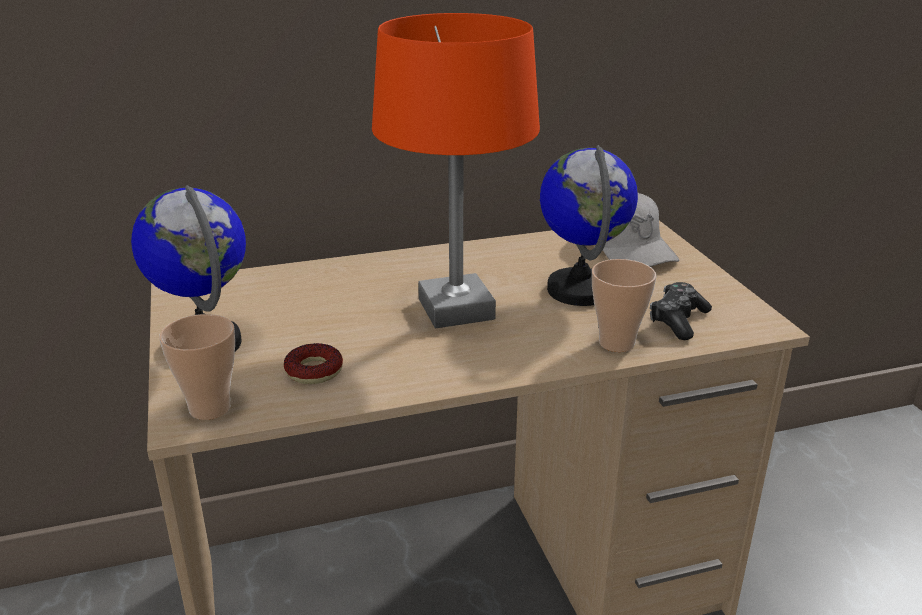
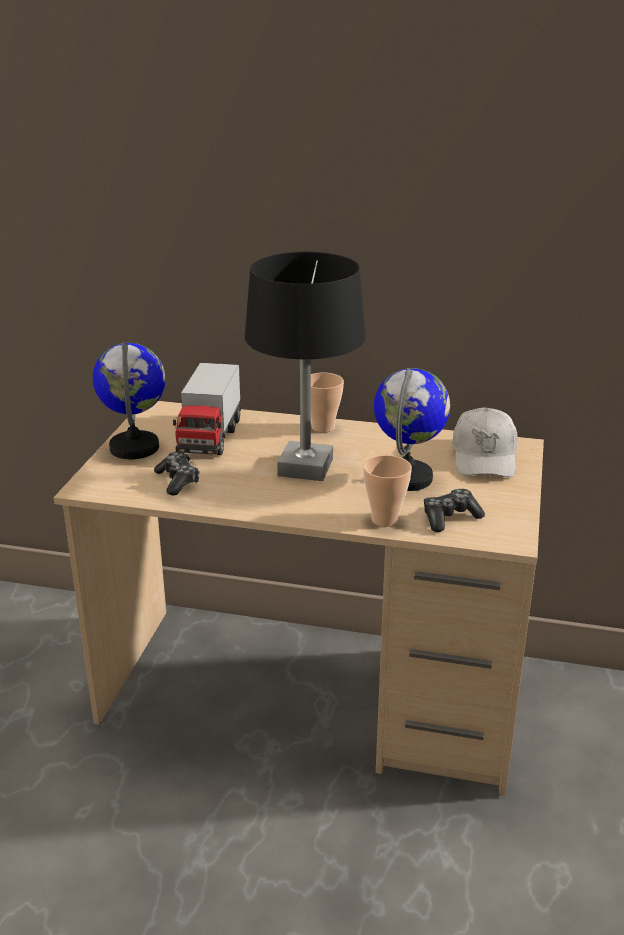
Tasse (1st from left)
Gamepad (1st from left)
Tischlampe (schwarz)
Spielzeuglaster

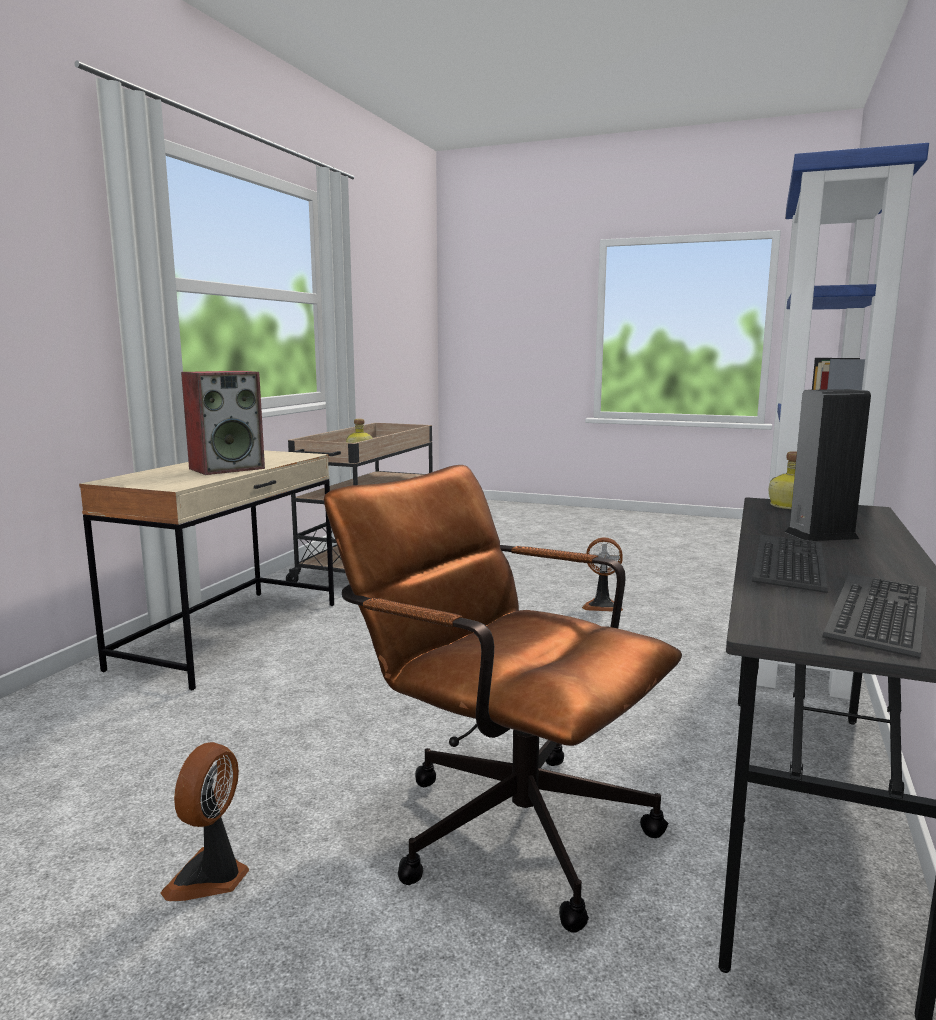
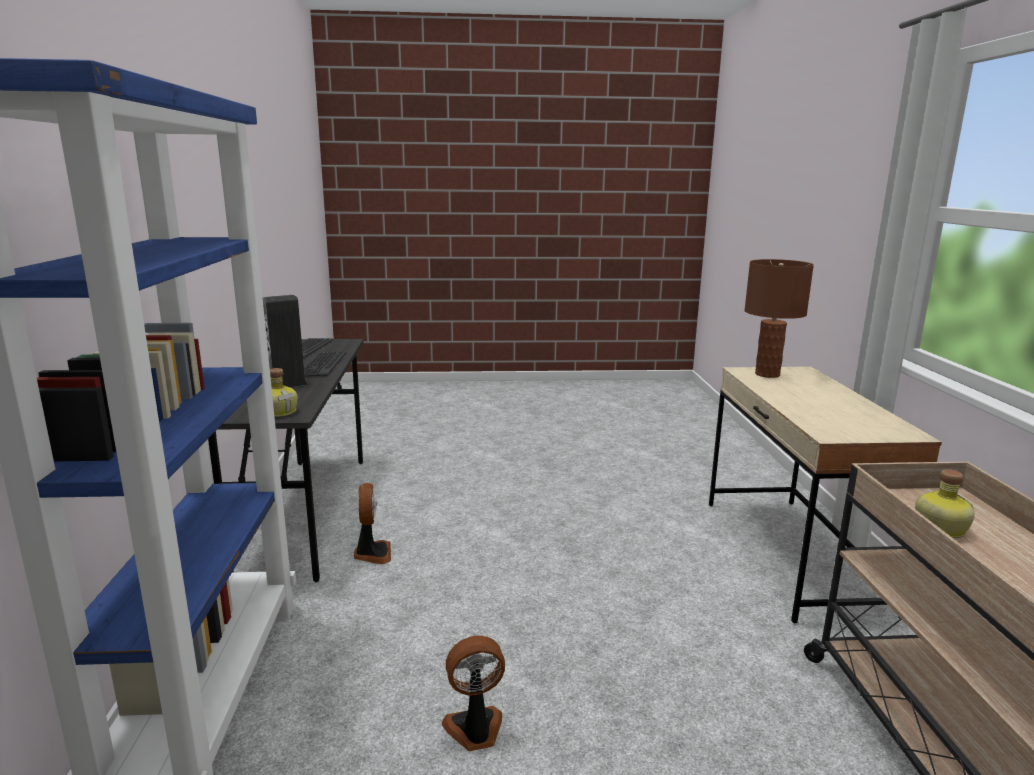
Ventilator (1st from left)
Lautsprecher (1st from left in the first image)
Bürostuhl (braun)
Tischlampe (braun)

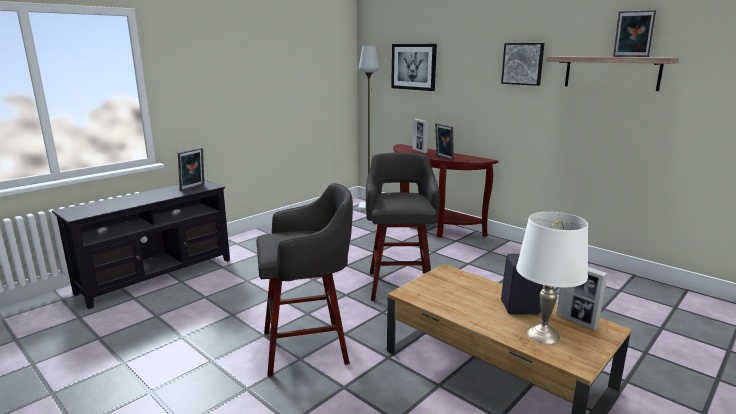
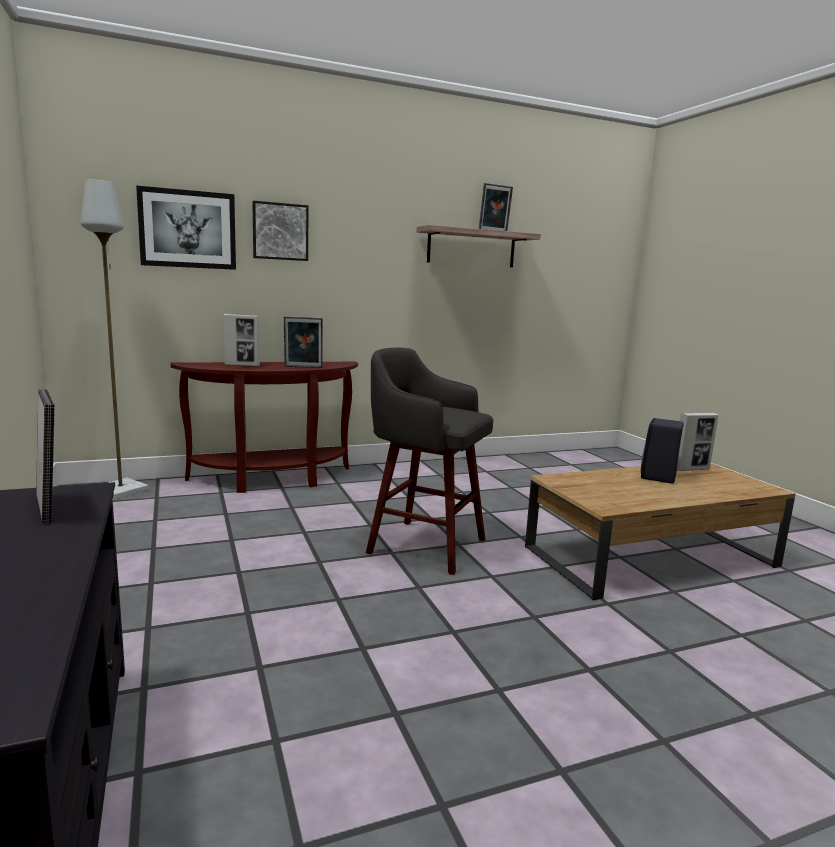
Hocker (grau) (1st from left in the first image)
Bild (2nd from left)
Tischlampe (weiß)

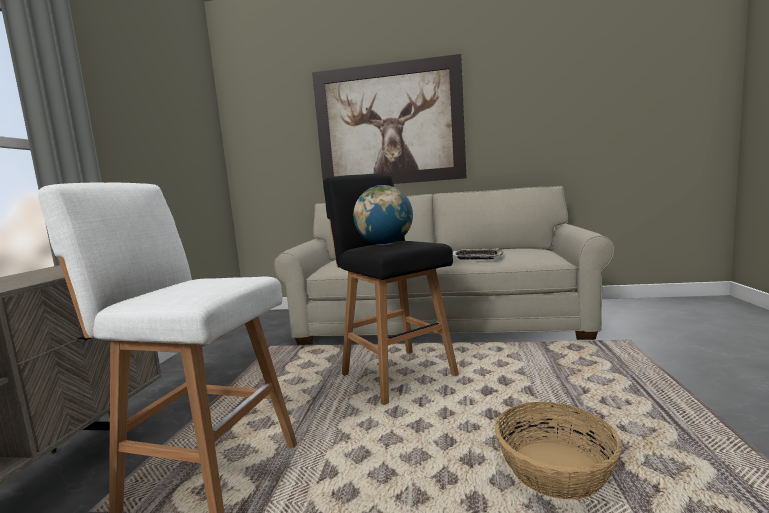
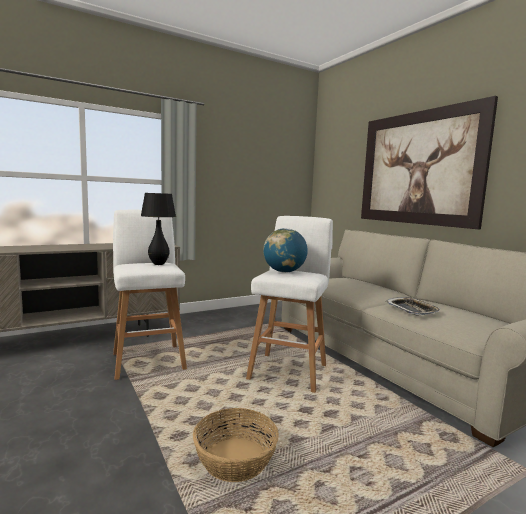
Hocker (weiß) (2nd from left)
Tischlampe (schwarz)

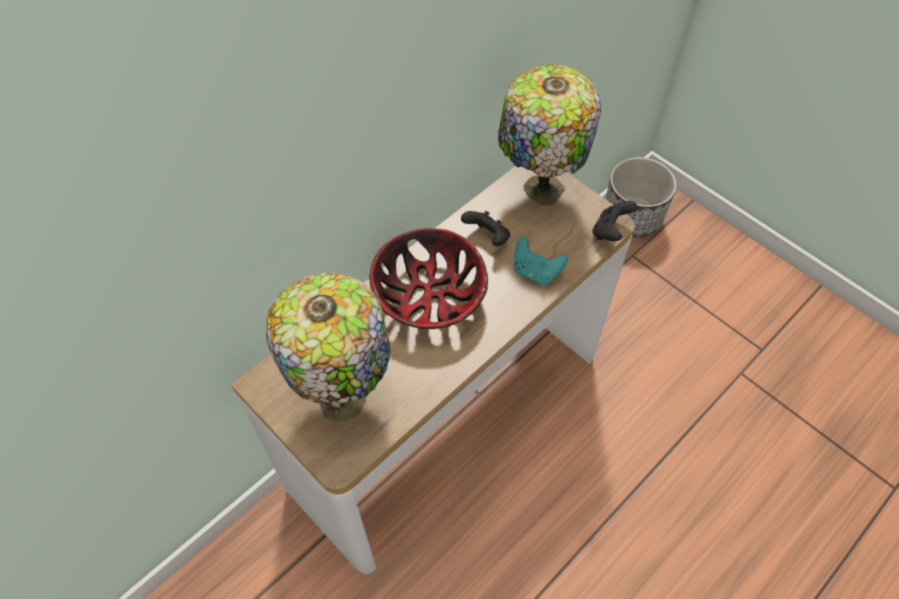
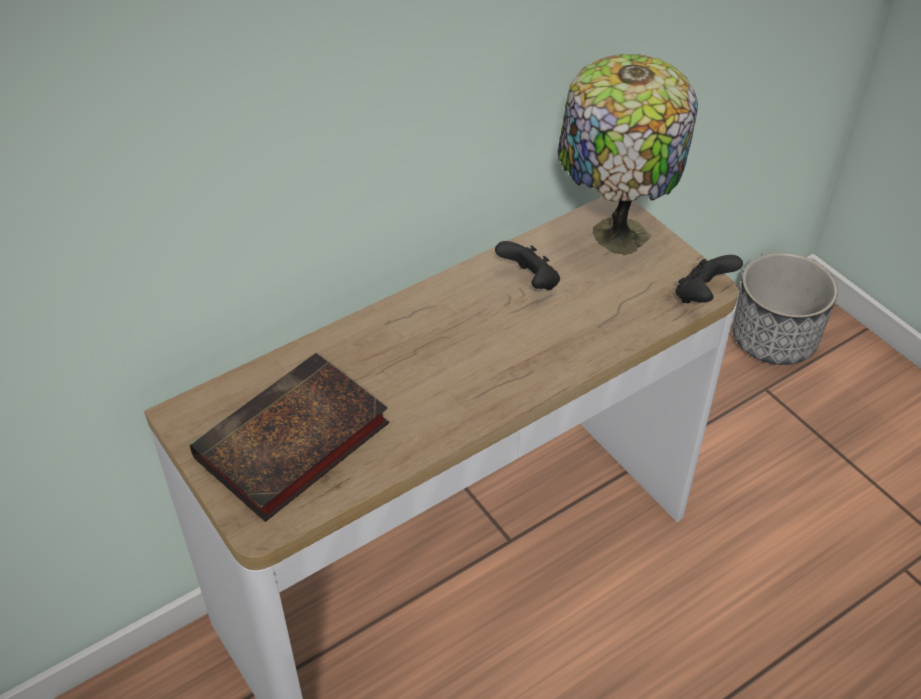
Buch
Schüssel
Gamepad (türkis)

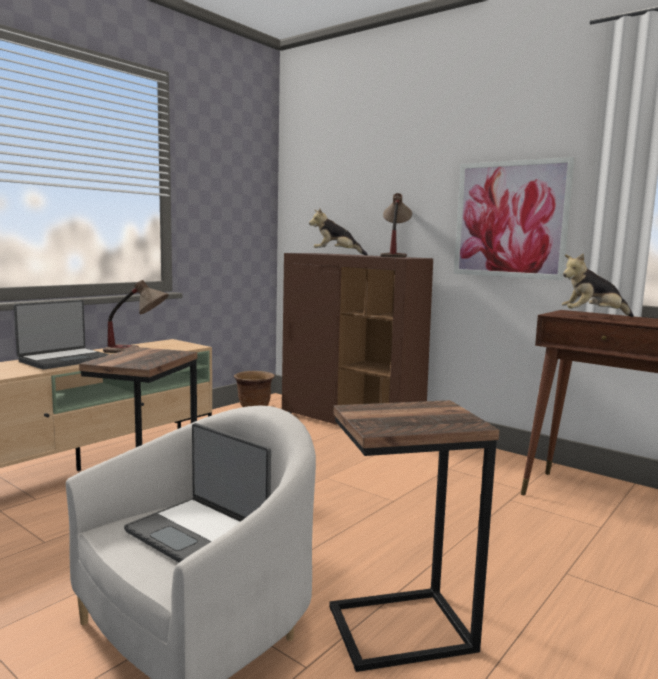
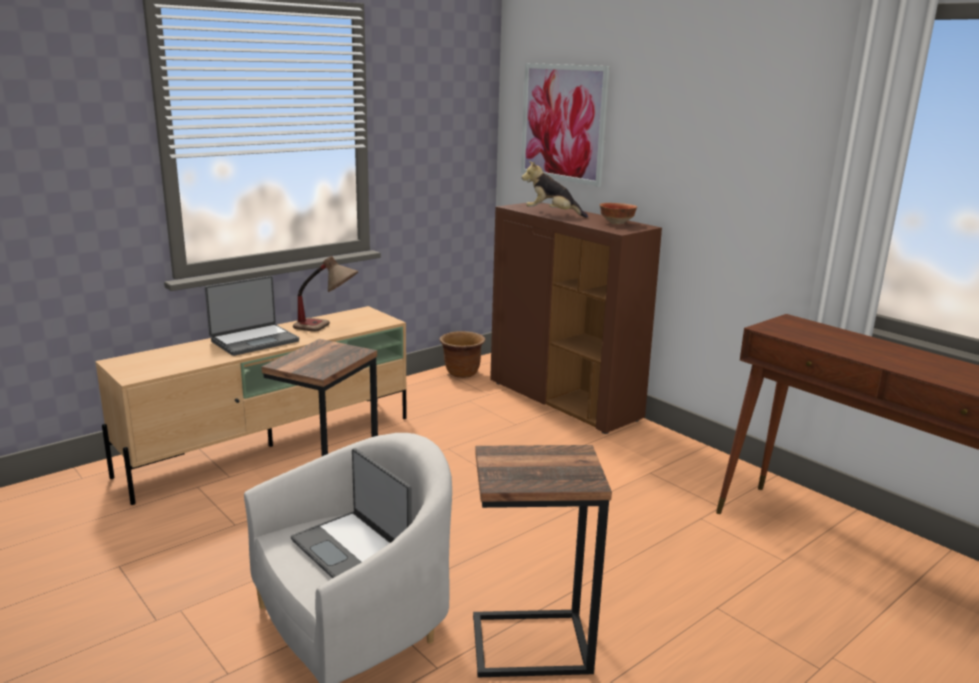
Schüssel
Bild
Plüschtier (2nd from left in the first image)

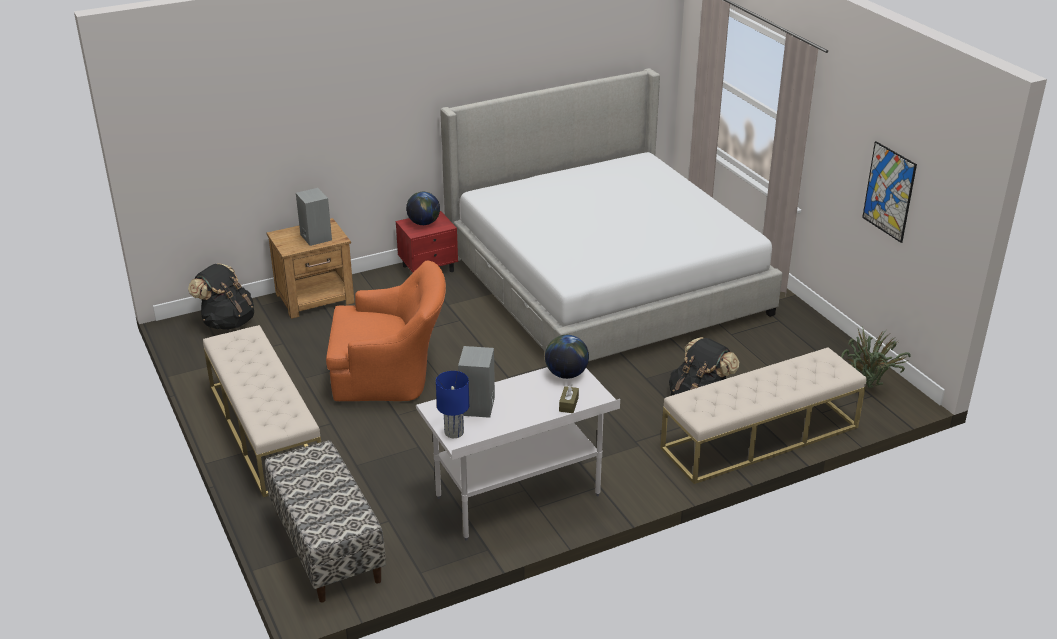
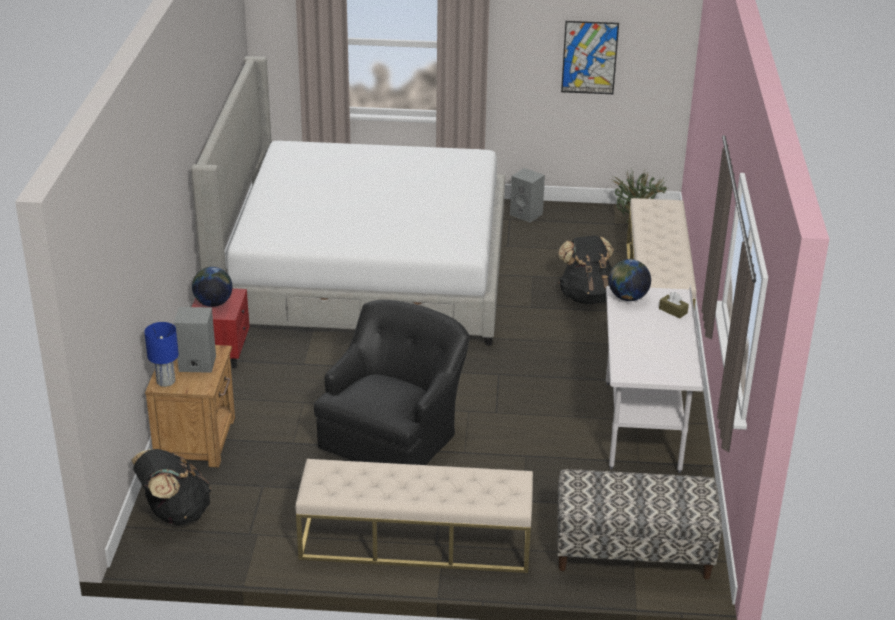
Sessel (schwarz)
Tischlampe (blau)
Lautsprecher (grau) (2nd from left)

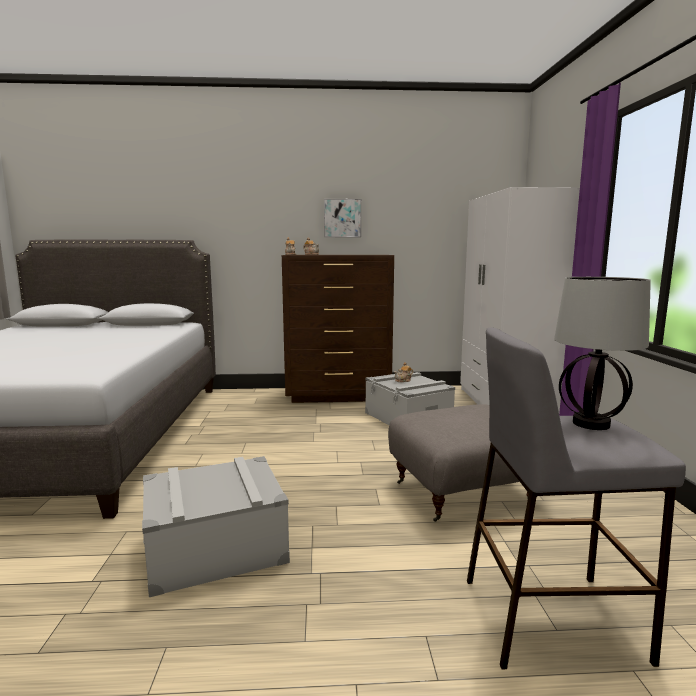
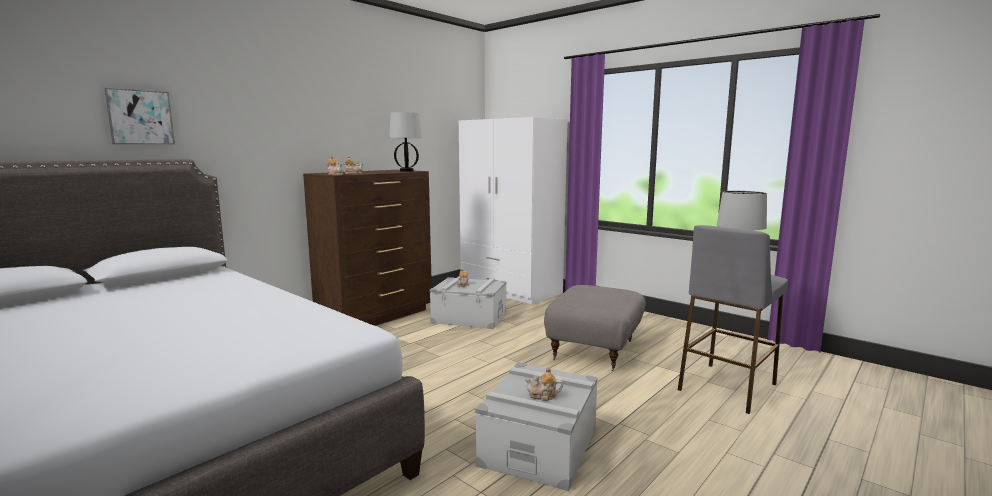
Bild
Tischlampe (1st from left)
Teekanne (4th from left)

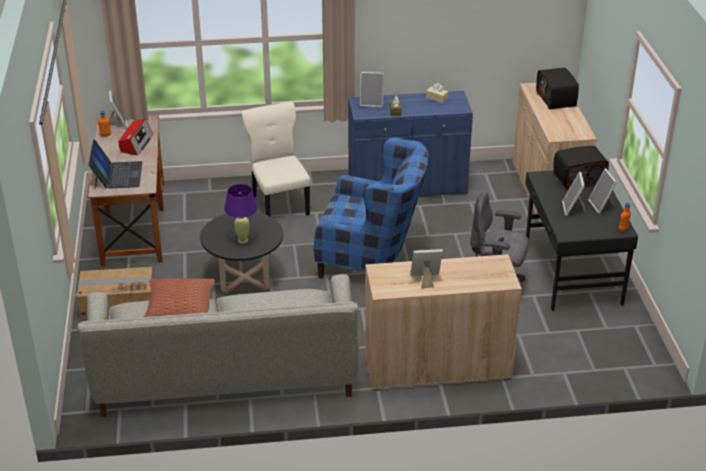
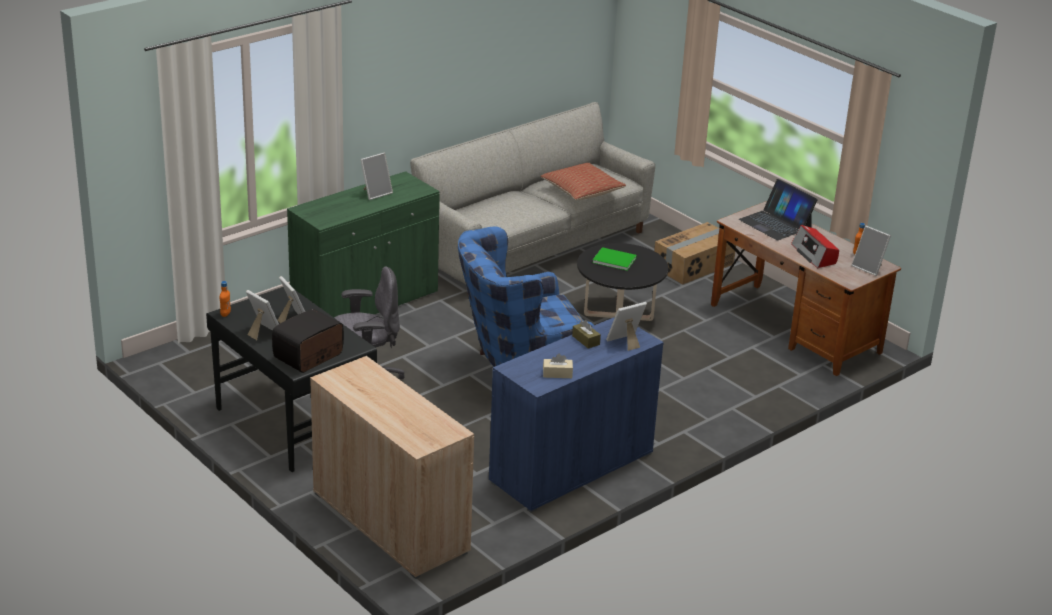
Buch (grün)
Stuhl (beige)
Schrank (grün)
Radio (2nd from left in the first image)

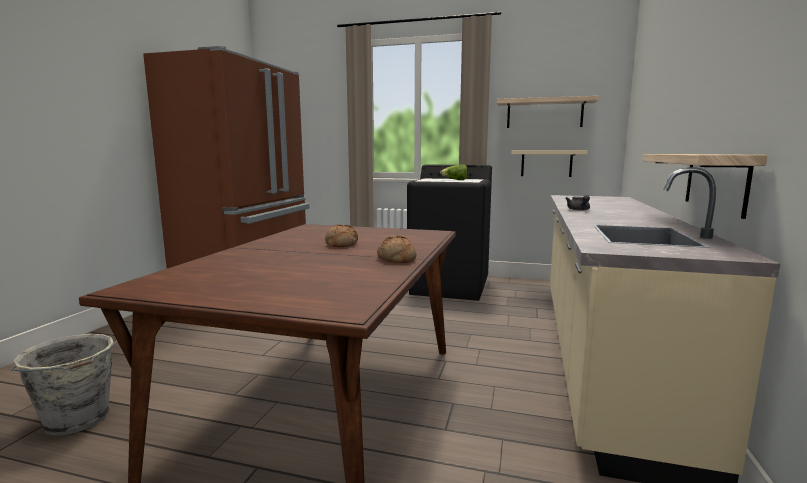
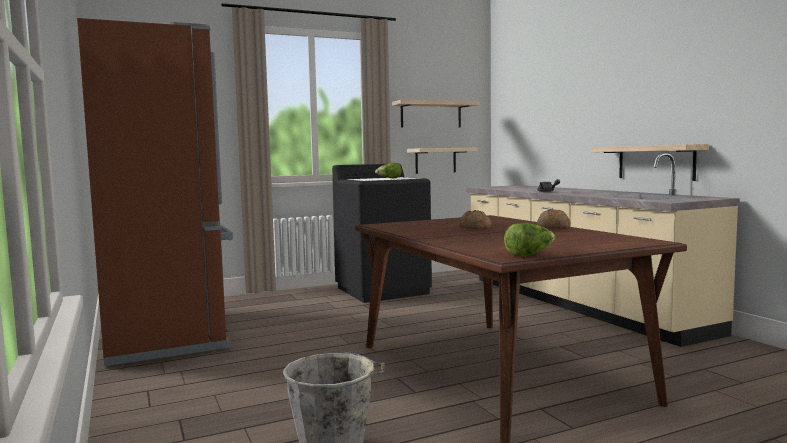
Salatkopf (2nd from left)

